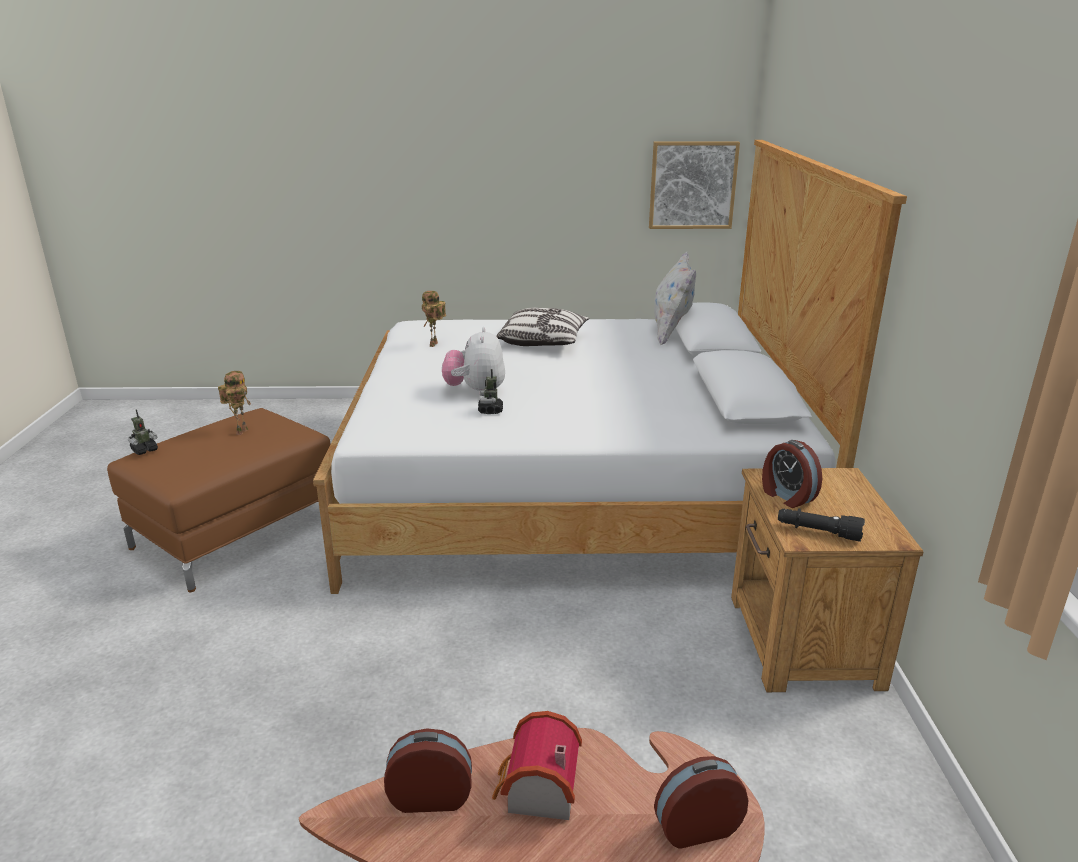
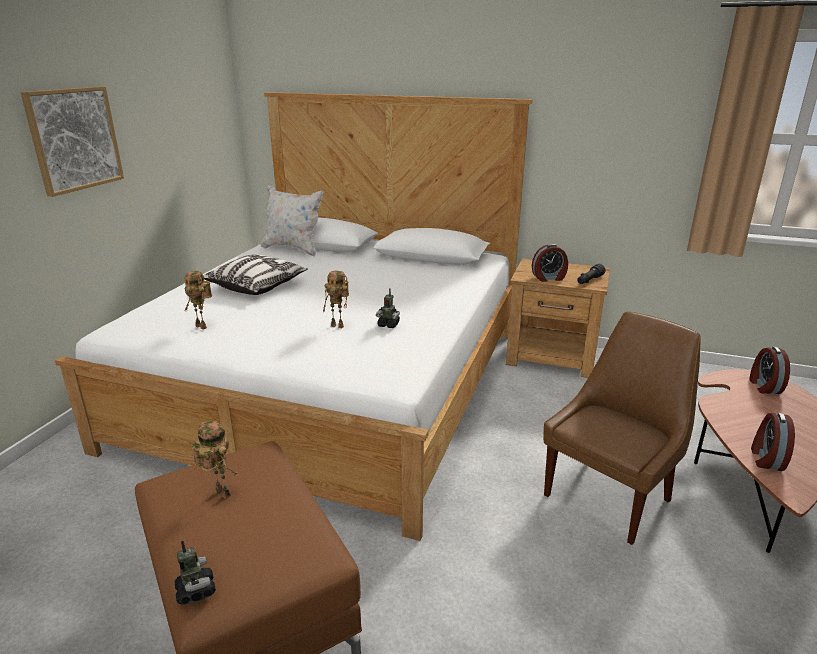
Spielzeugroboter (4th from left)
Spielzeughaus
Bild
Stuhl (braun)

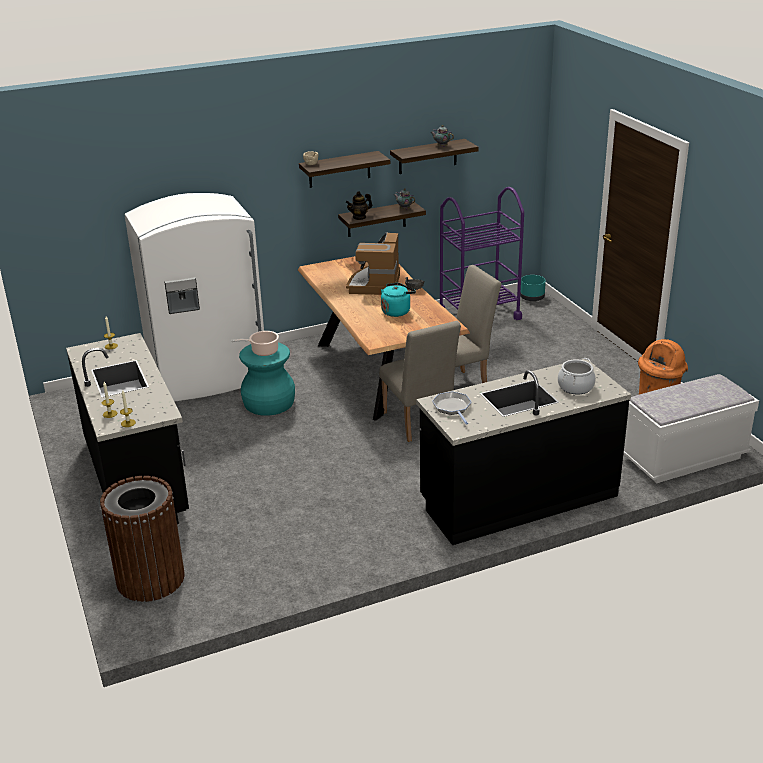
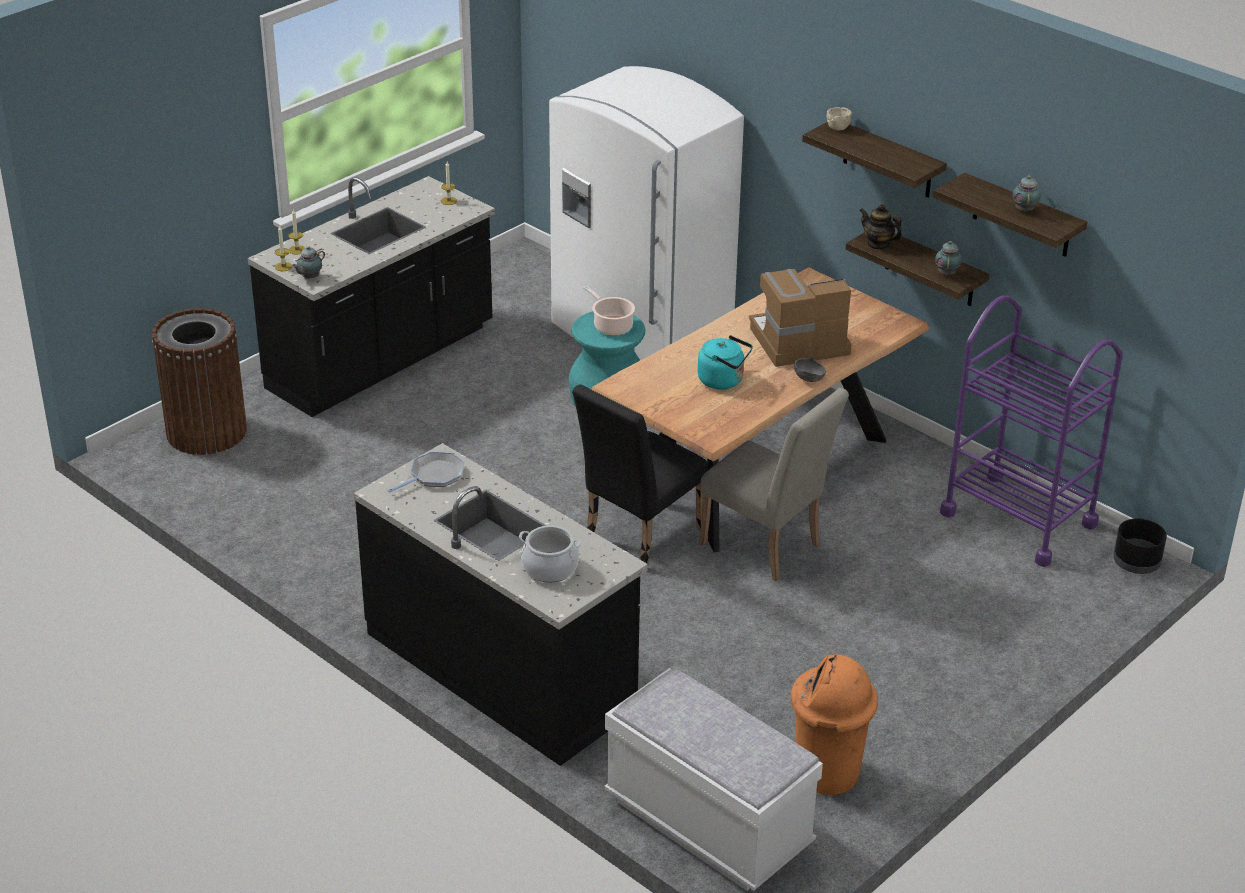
Stuhl (schwarz)
Pflanzkübel (schwarz)
Teekanne (1st from left)

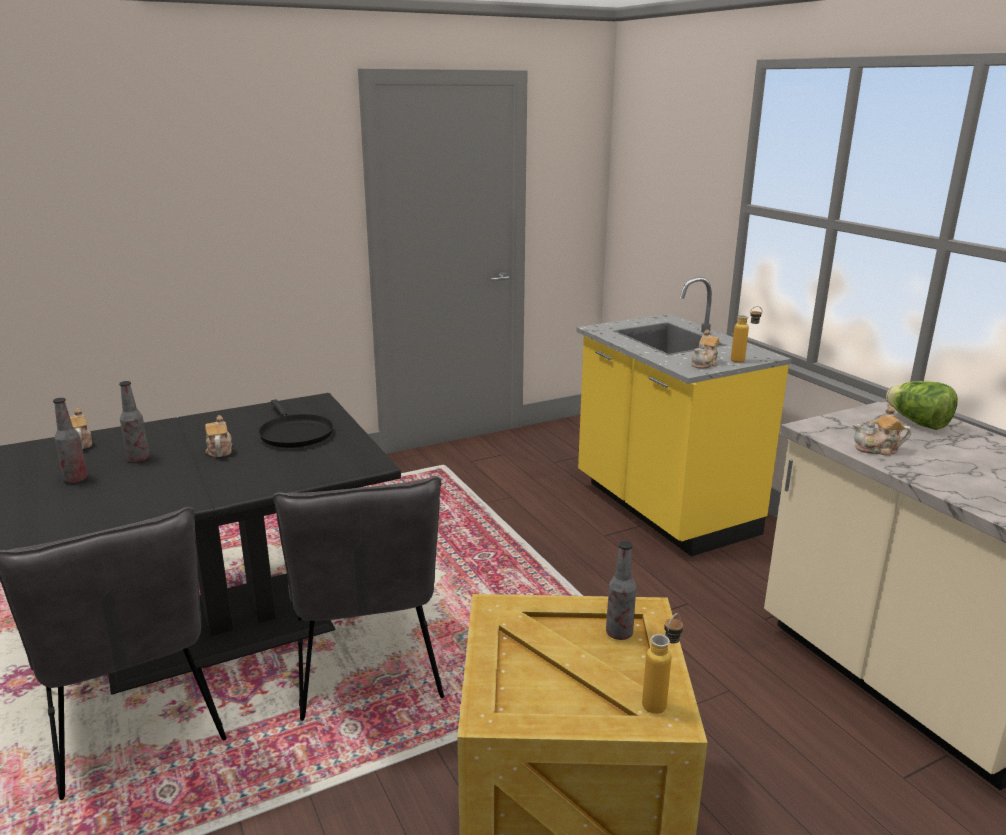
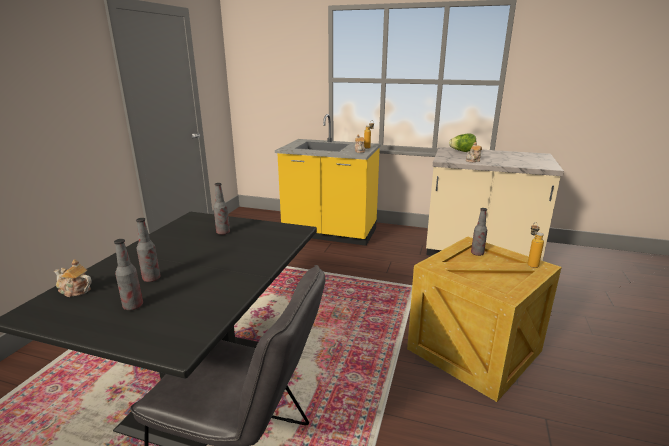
Teekanne (2nd from left in the first image)
Flasche (3rd from left)
Stuhl (grau) (2nd from left in the first image)

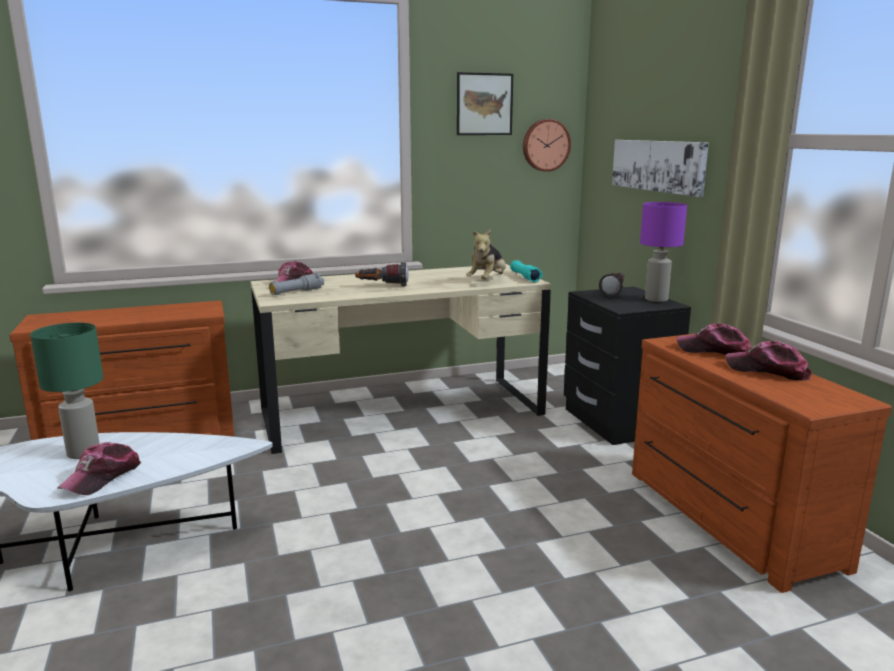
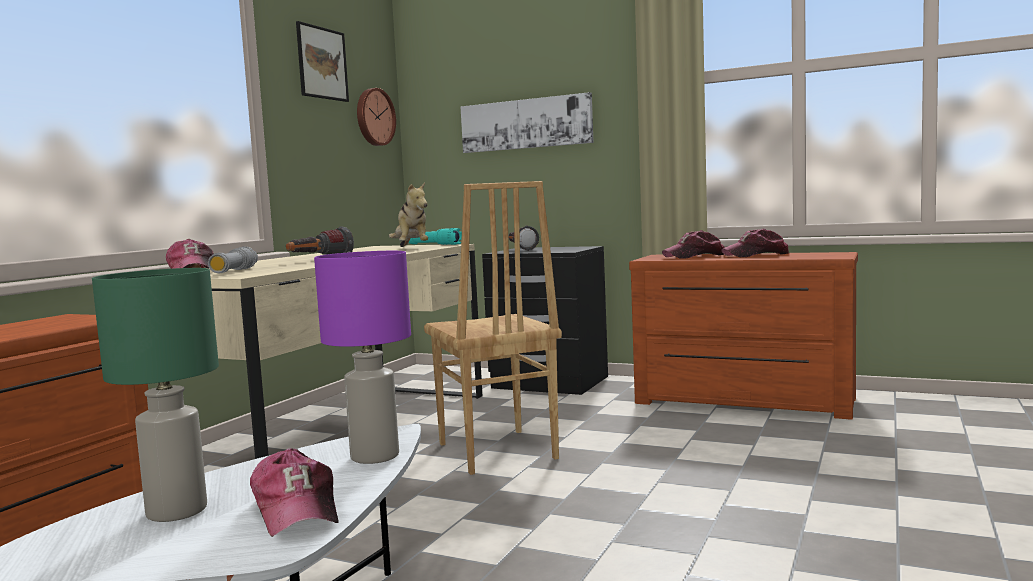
Tischlampe (lila)
Stuhl (braun)

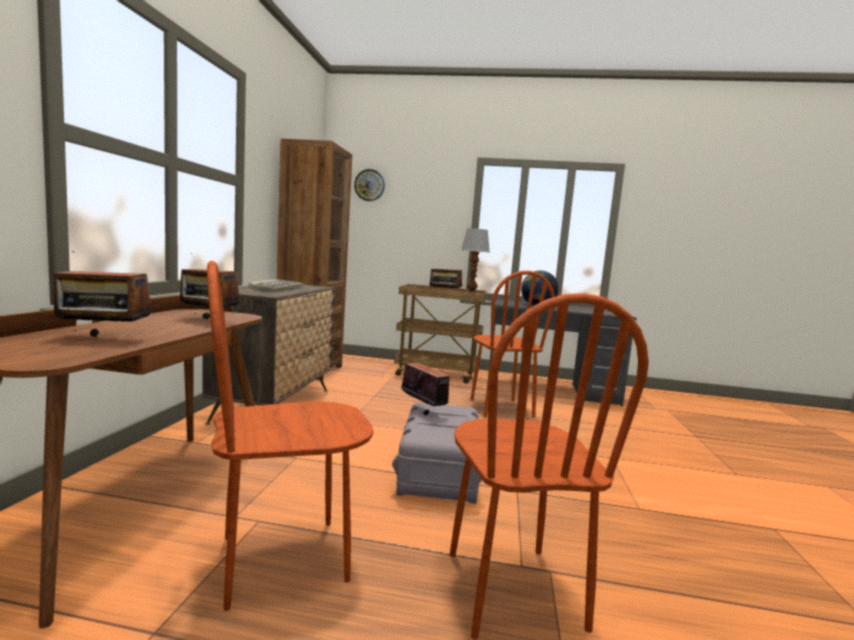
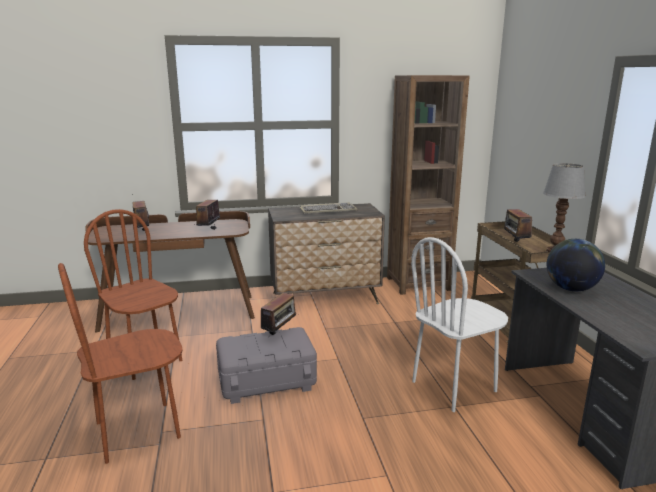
Wanduhr
Stuhl (weiß)

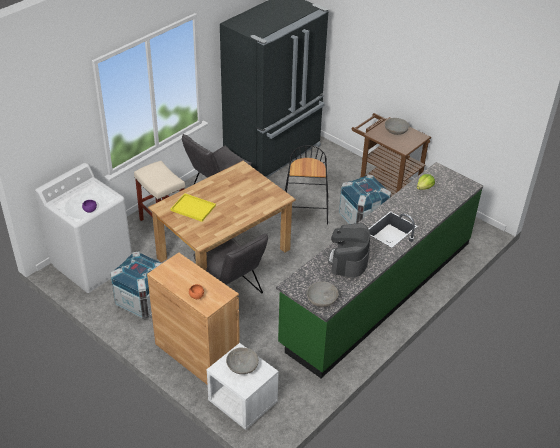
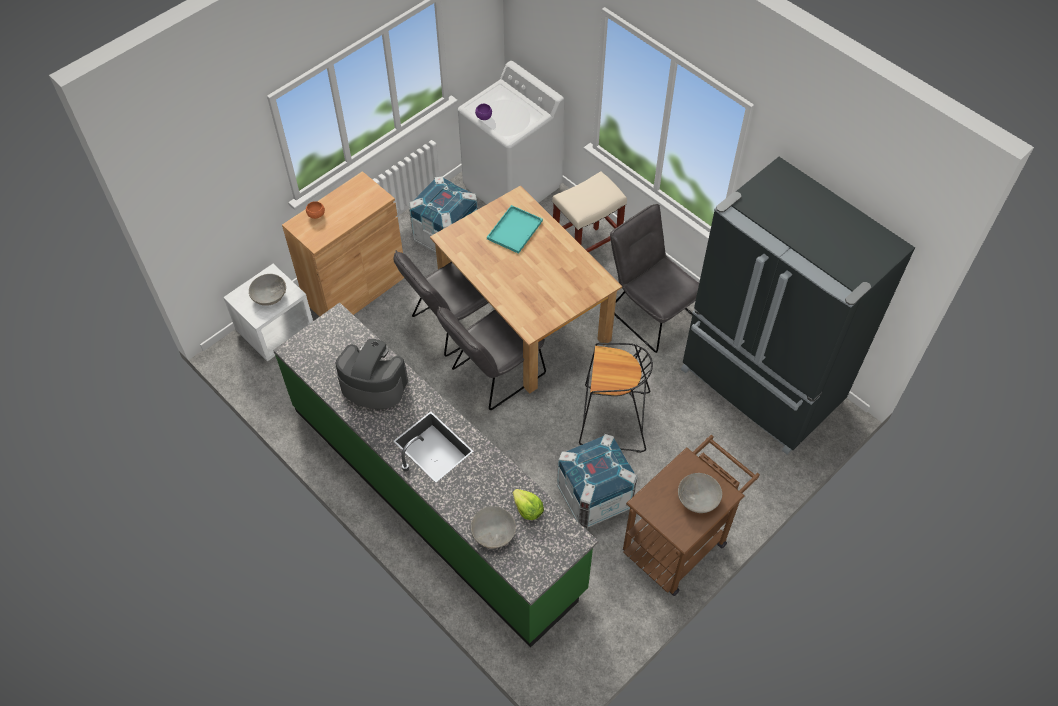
Tablett (türkis)
Schüssel (grau) (2nd from left)
Stuhl (grau) (2nd from left)

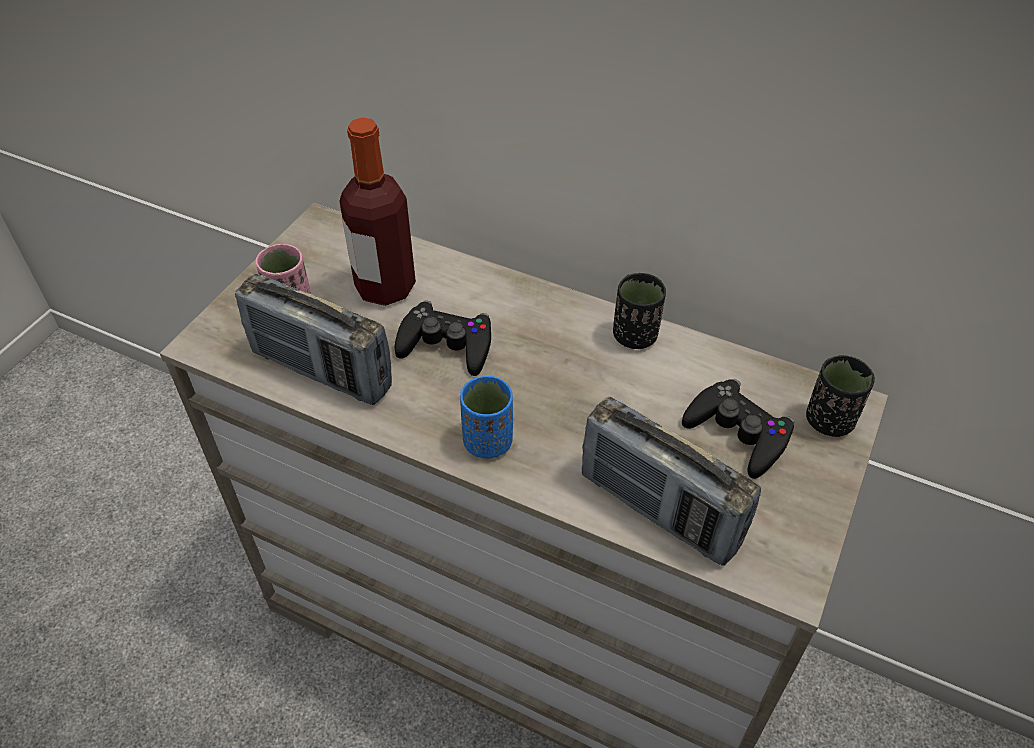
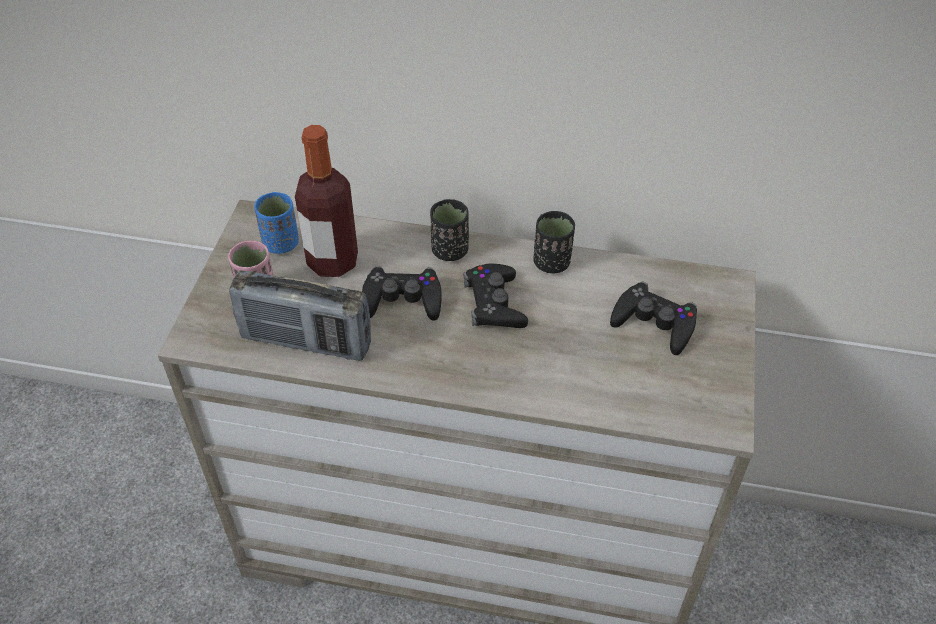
Tasse (blau)
Radio (2nd from left in the first image)
Tasse (schwarz) (1st from left)
Gamepad (schwarz) (2nd from left)

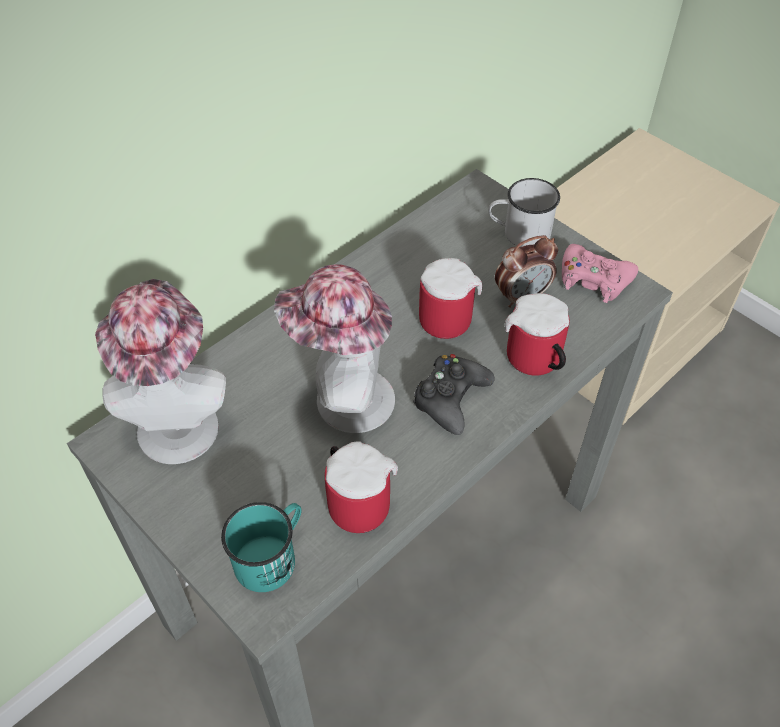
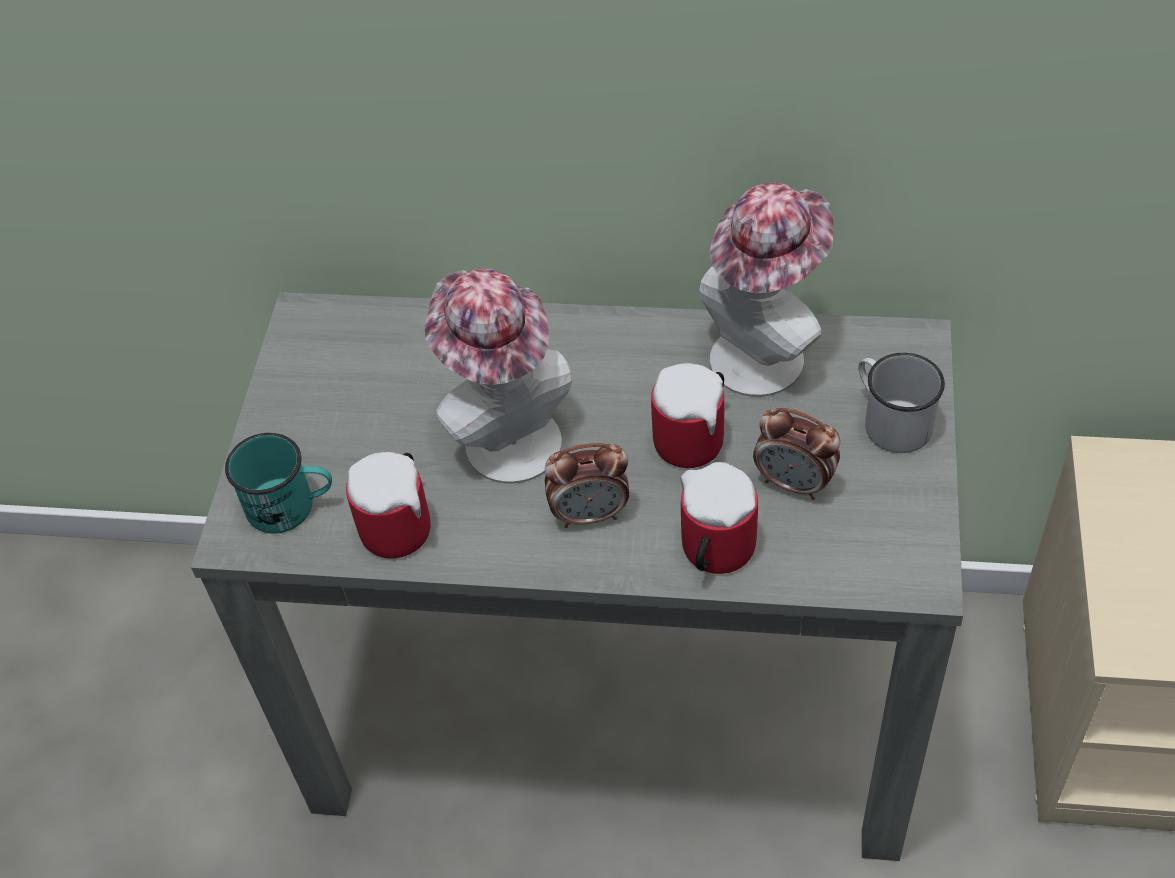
Hut (2nd from left)
Wecker (1st from left)
Gamepad (rosa)

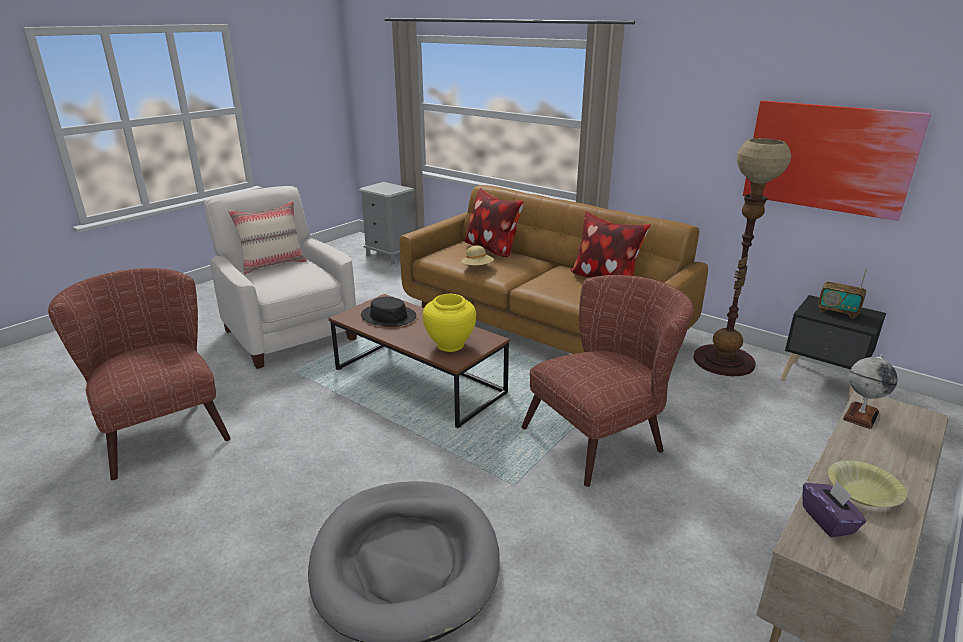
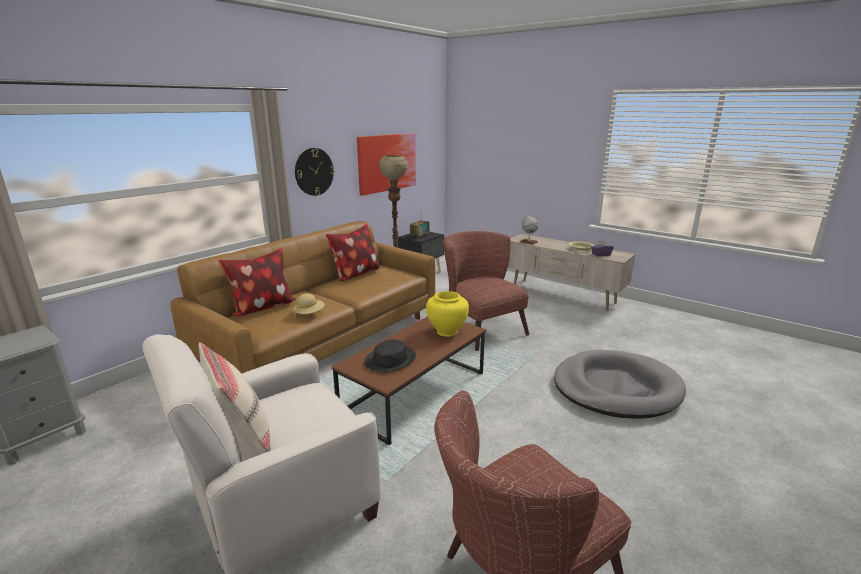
Wanduhr

